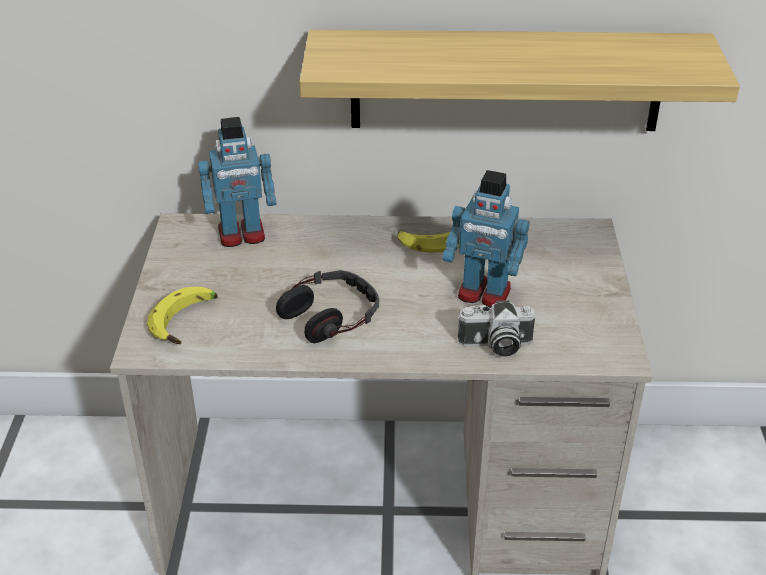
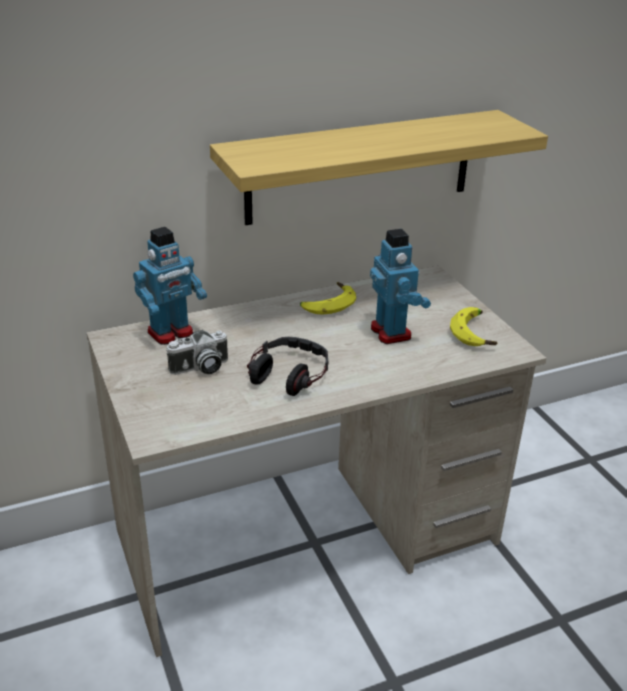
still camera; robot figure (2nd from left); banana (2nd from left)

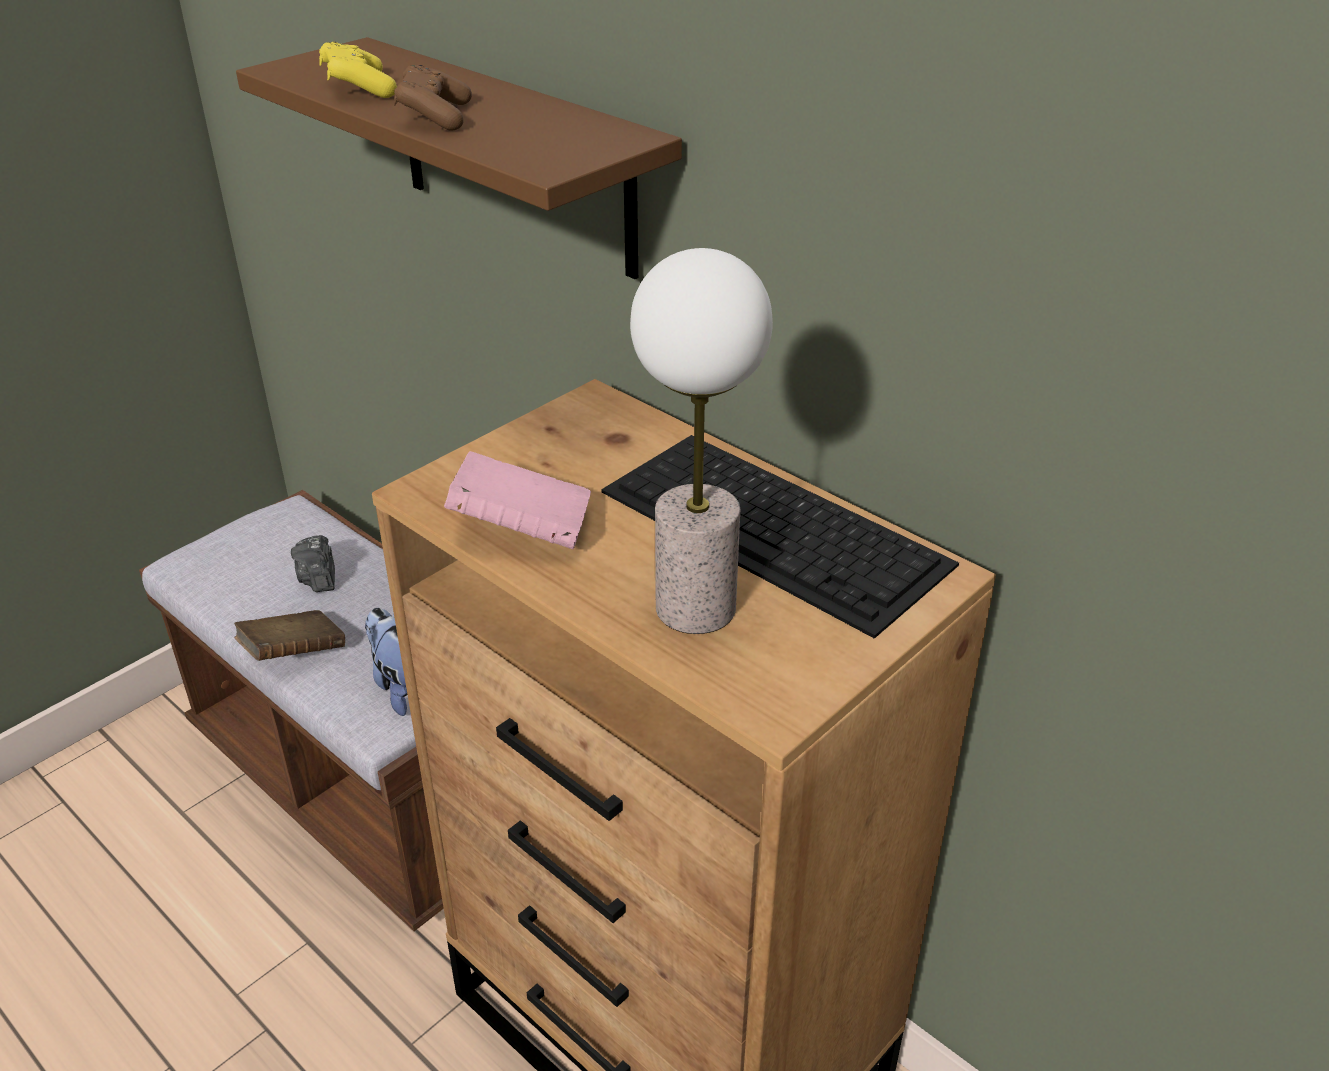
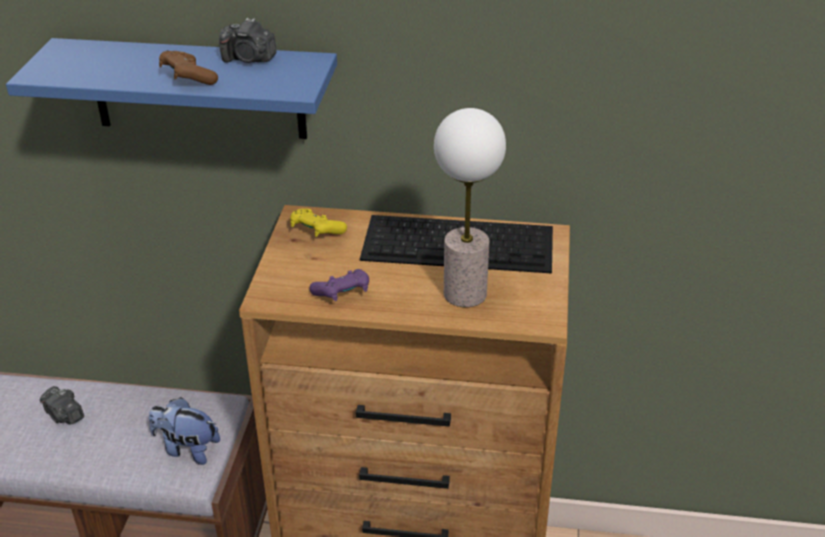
shelf (bluish); still camera (2nd from left); gamepad (yellow); gamepad (purplish); volume (brownish)

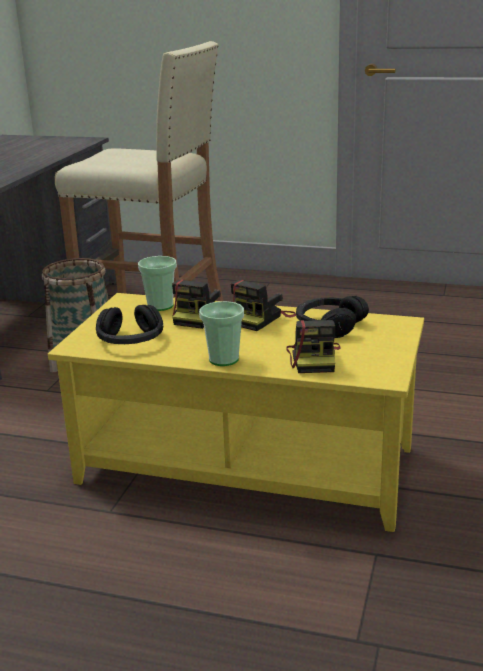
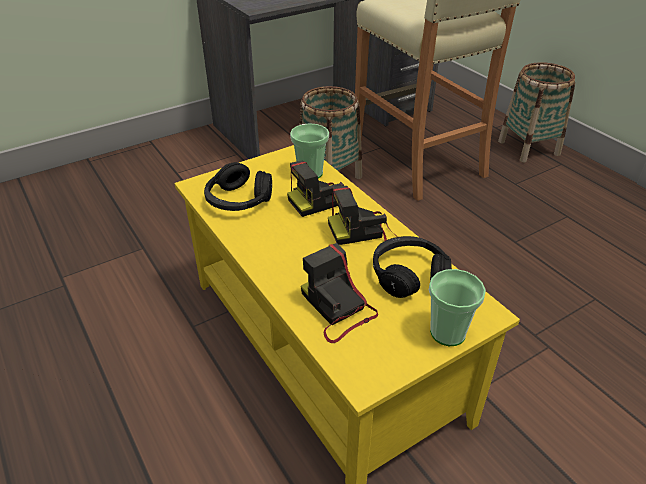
still camera (2nd from left); small cup (2nd from left); household basket (2nd from left)

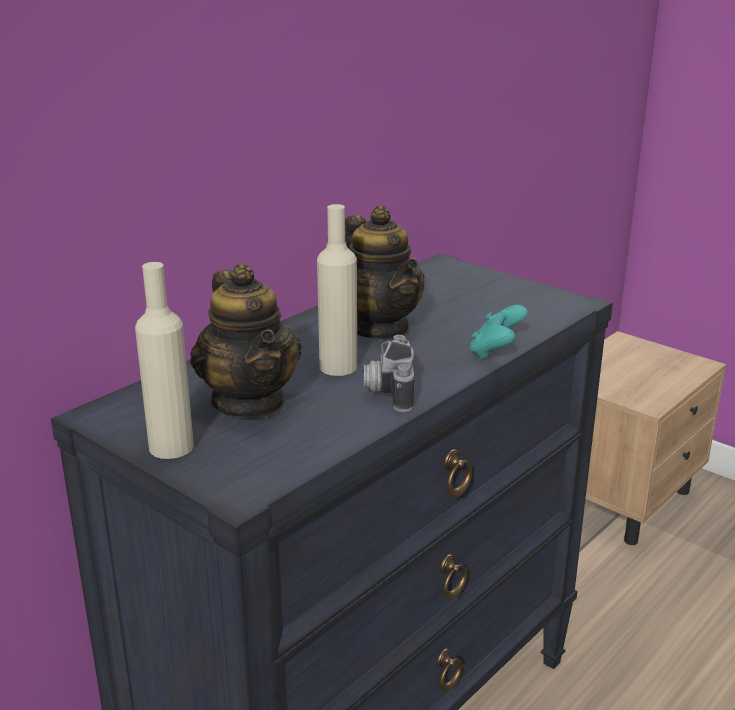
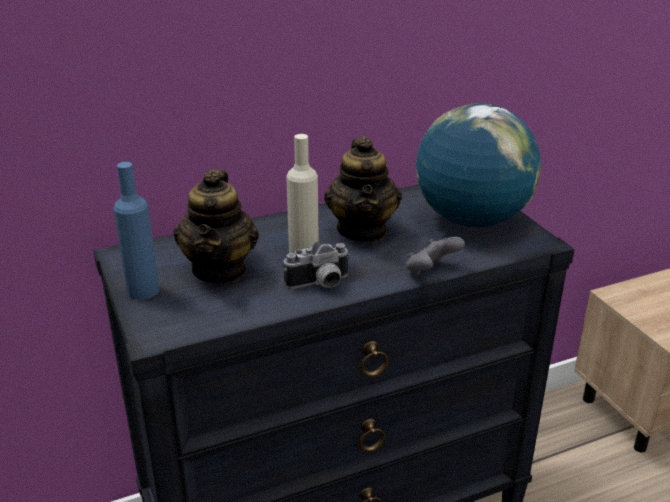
beverage bottle (bluish); still camera; gamepad (gray); world globe

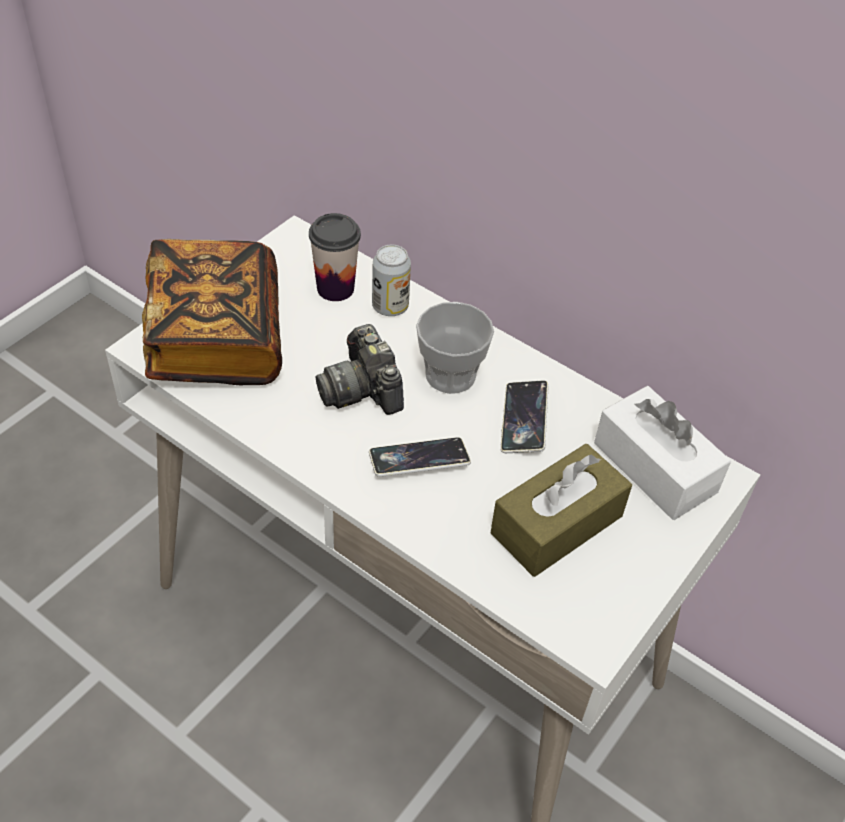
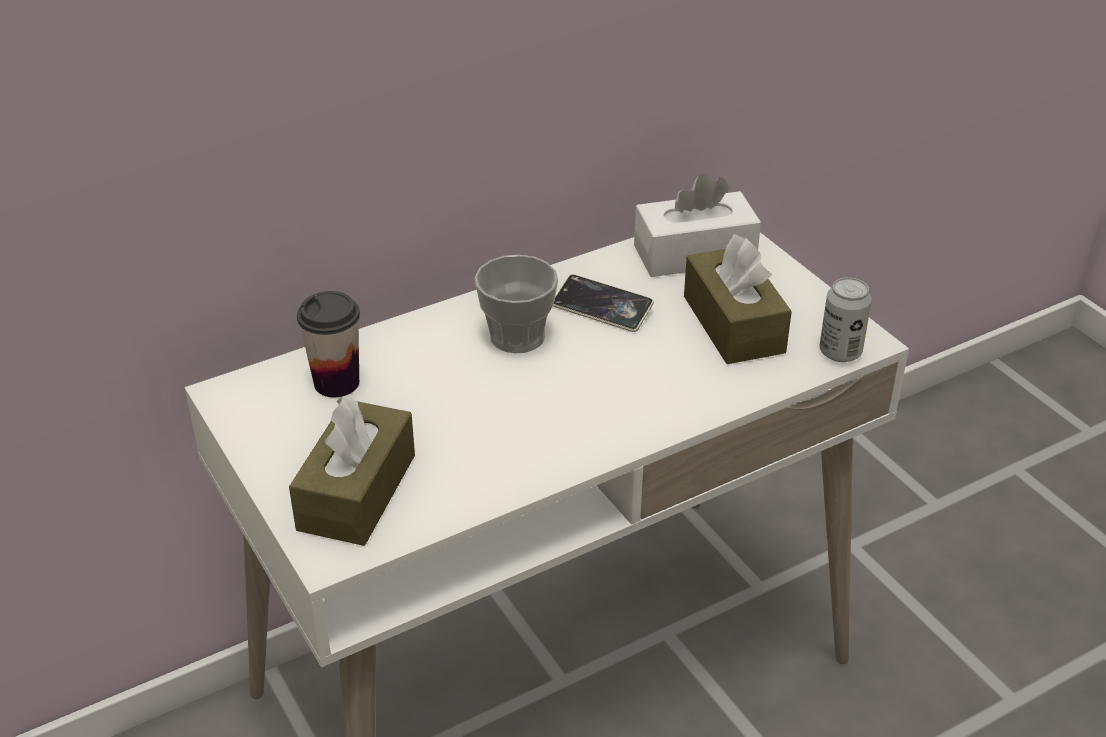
tissue box (brownish) (1st from left); metal can; still camera; phone (1st from left in the first image)

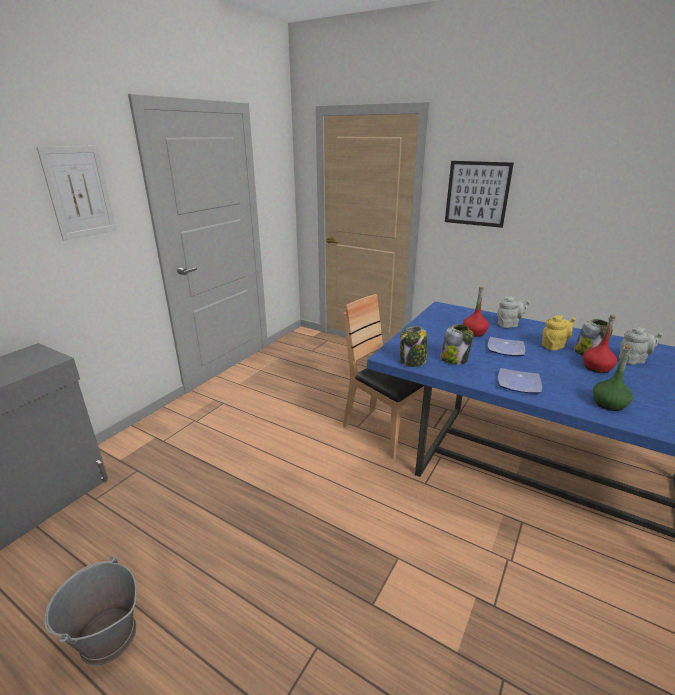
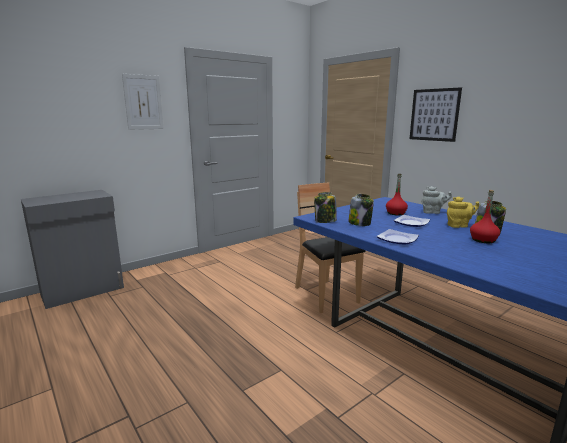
pail (gray); beverage bottle (green); pot for tea (gray) (2nd from left in the first image)

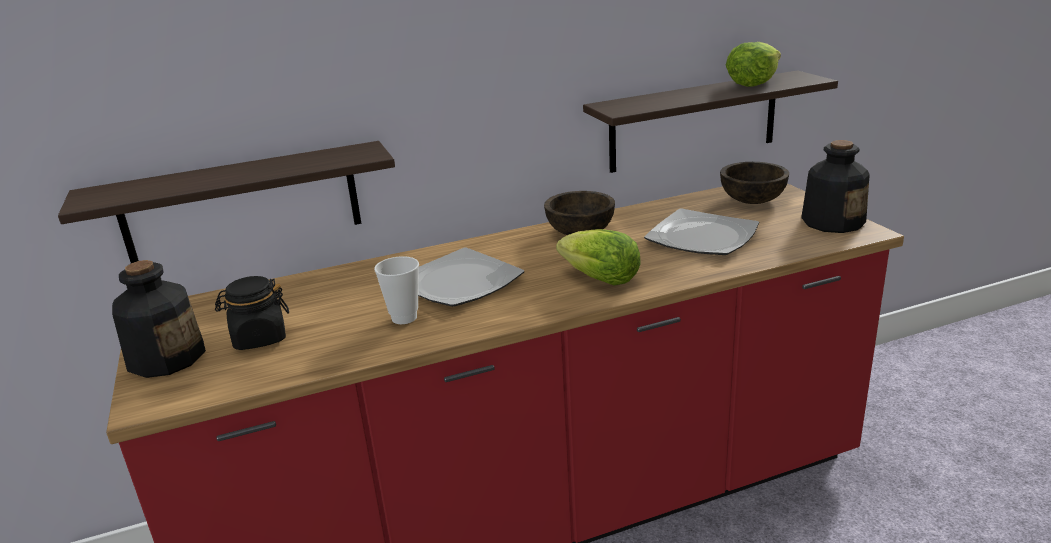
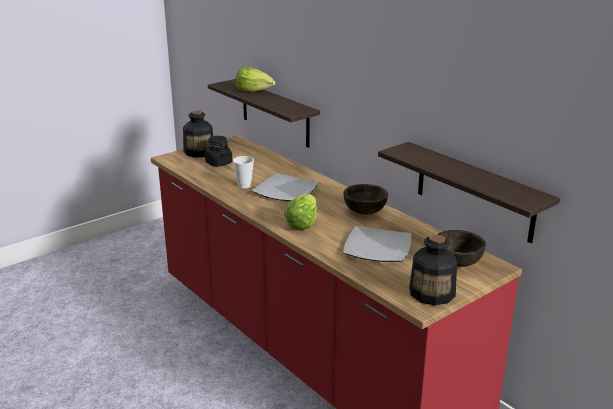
lettuce head (1st from left)

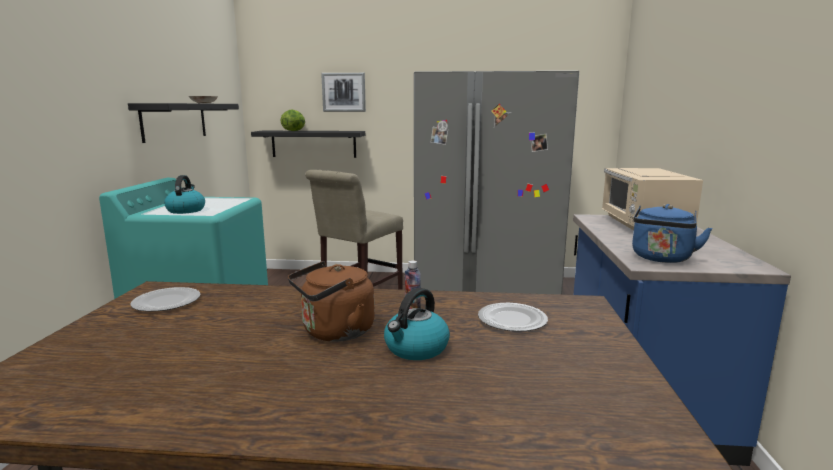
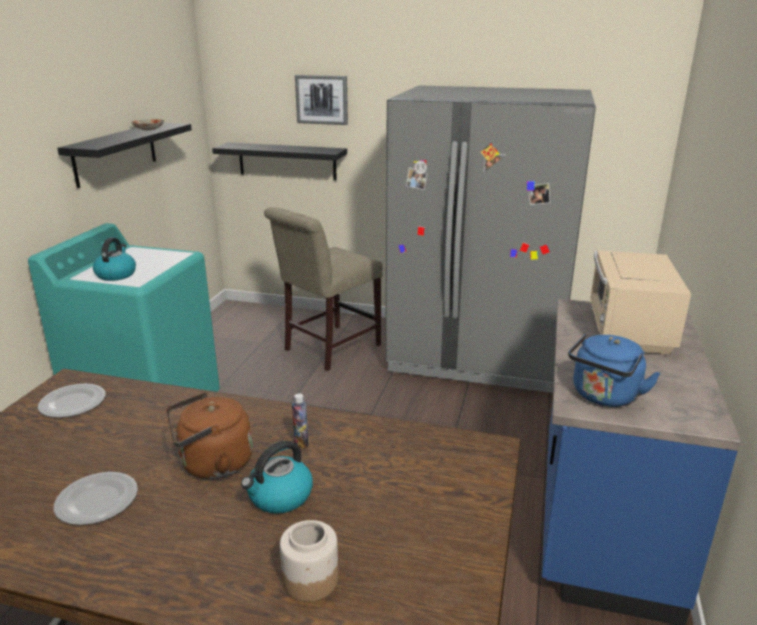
plate (2nd from left); storage jar; lettuce head

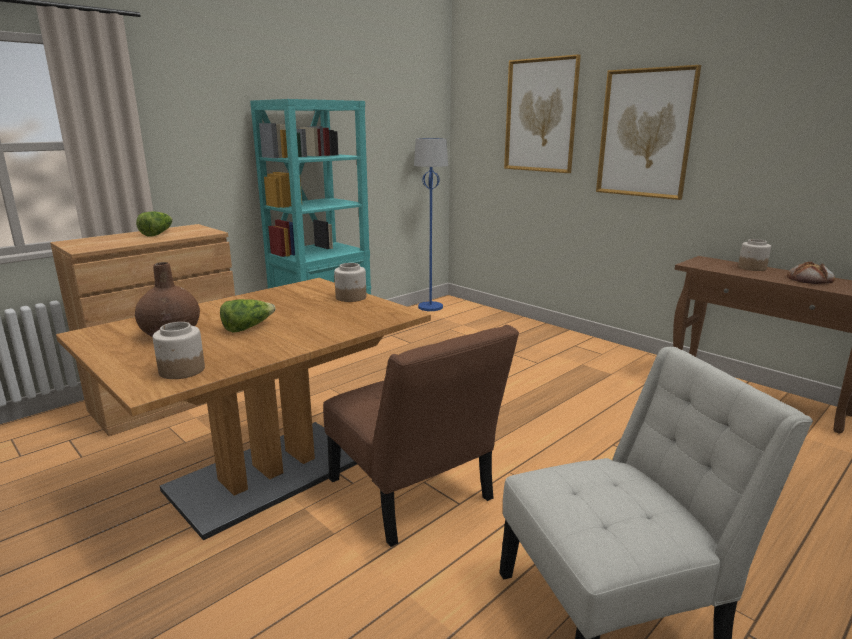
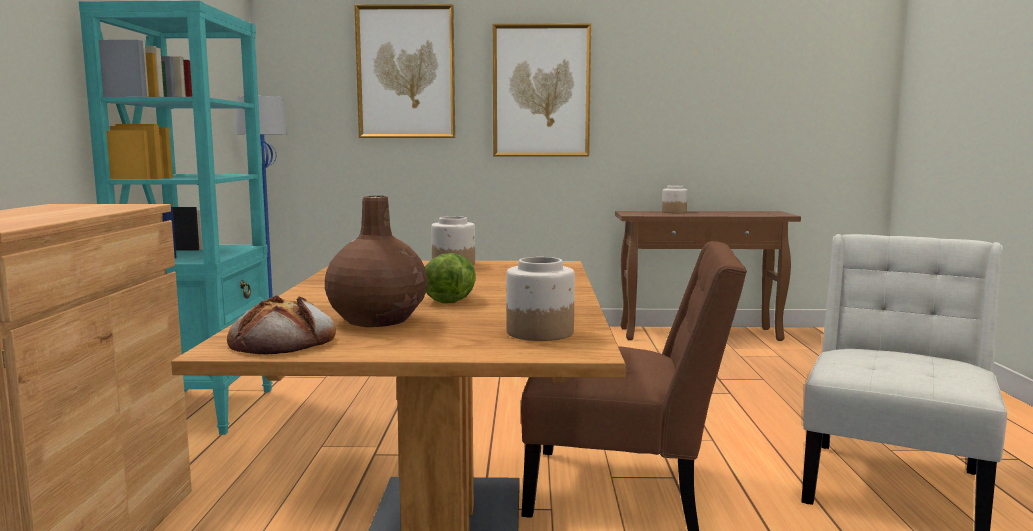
bread; lettuce head (1st from left in the first image)

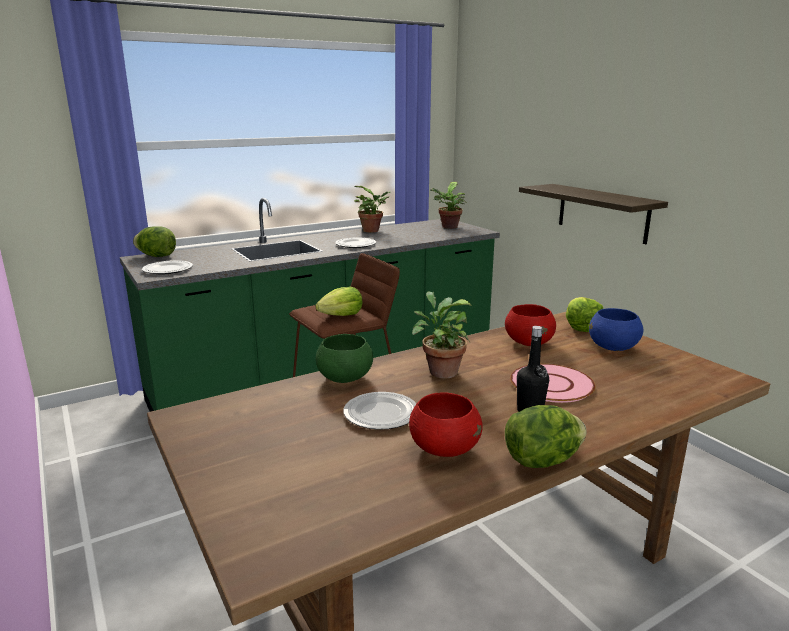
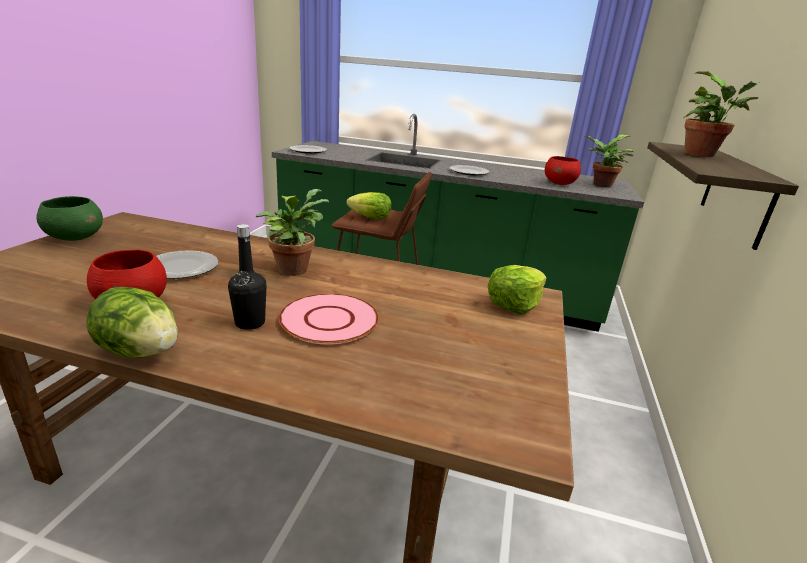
deep dish (green); deep dish (red-coloured) (2nd from left); plant in a pot (3rd from left); lettuce head (1st from left in the first image); deep dish (bluish)

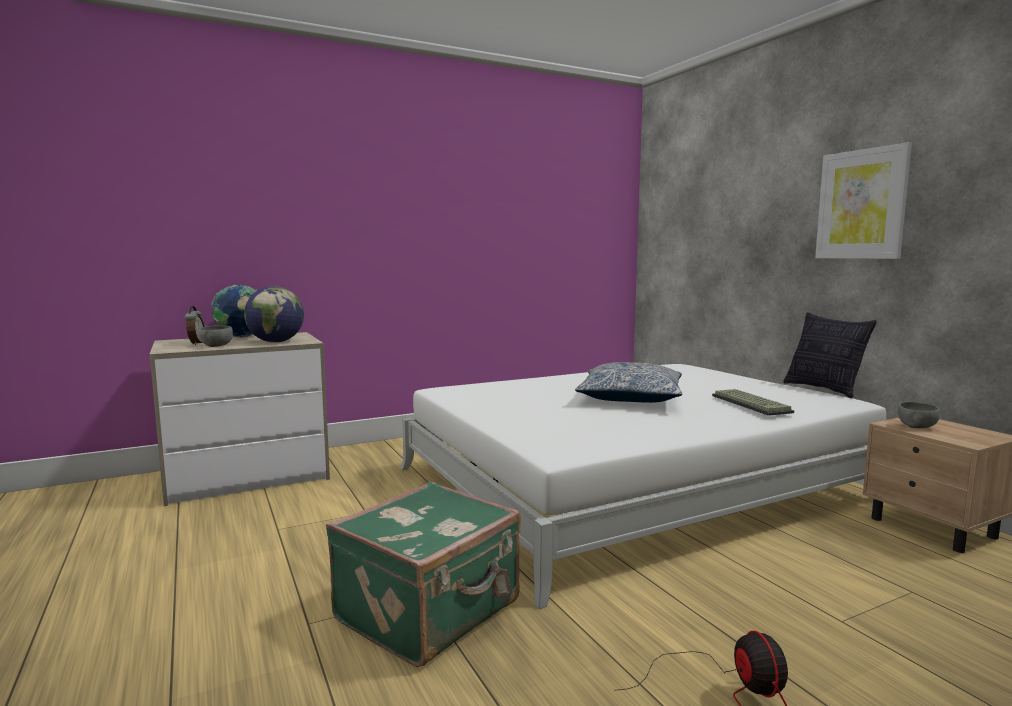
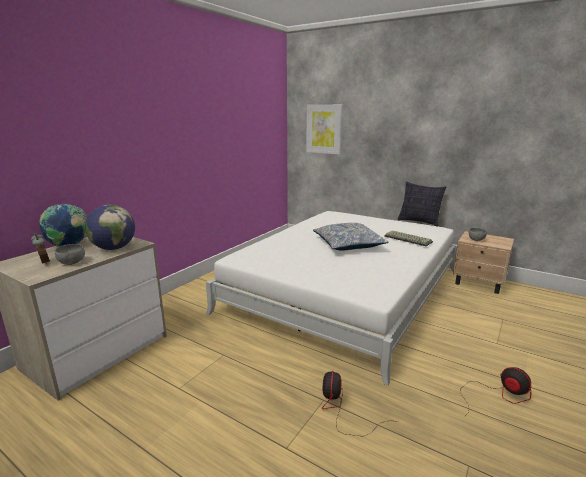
picture; cooling fan (1st from left)

